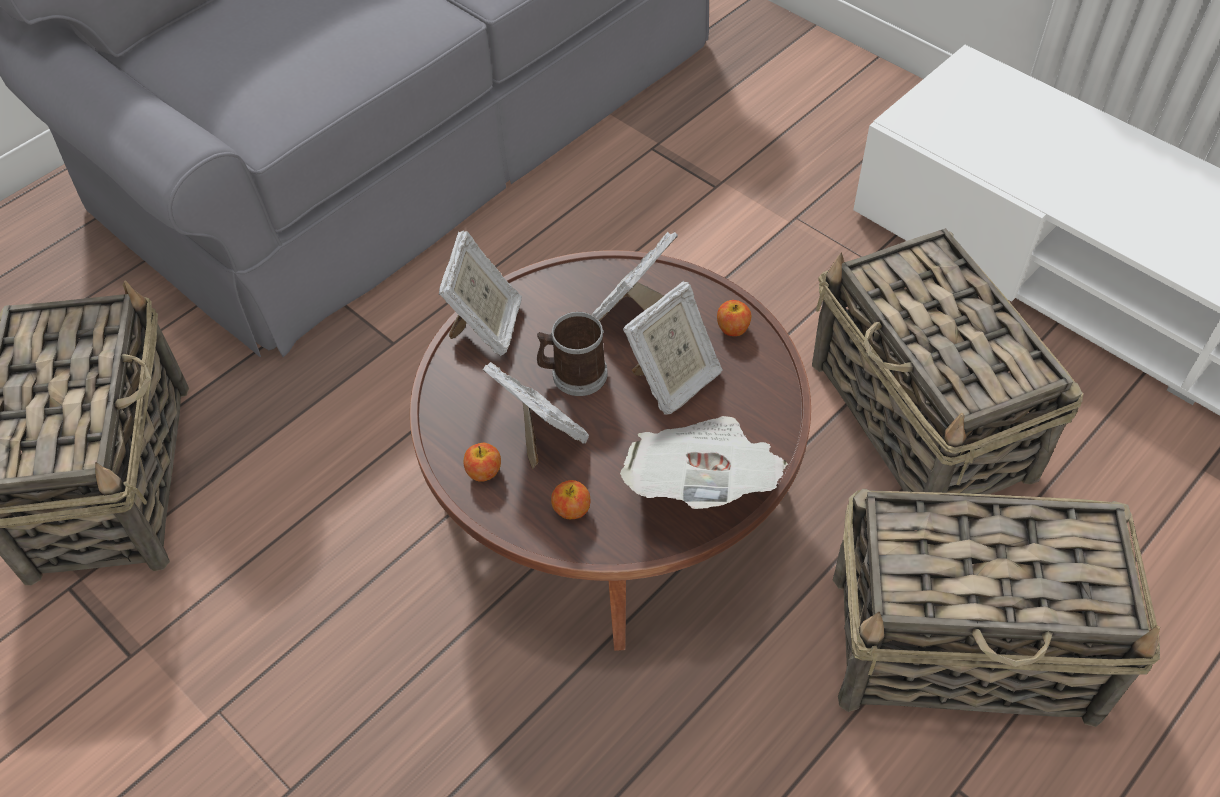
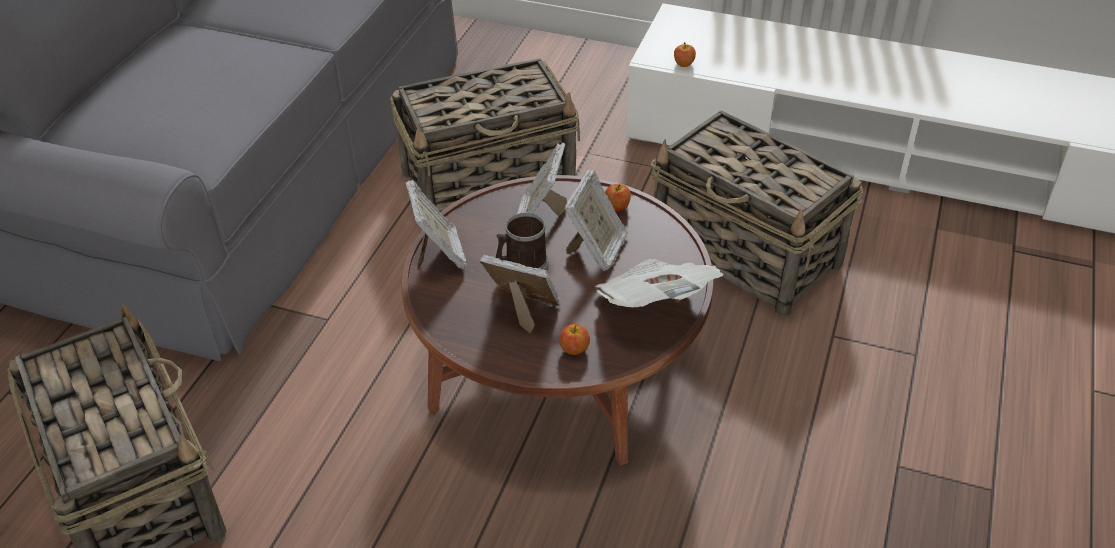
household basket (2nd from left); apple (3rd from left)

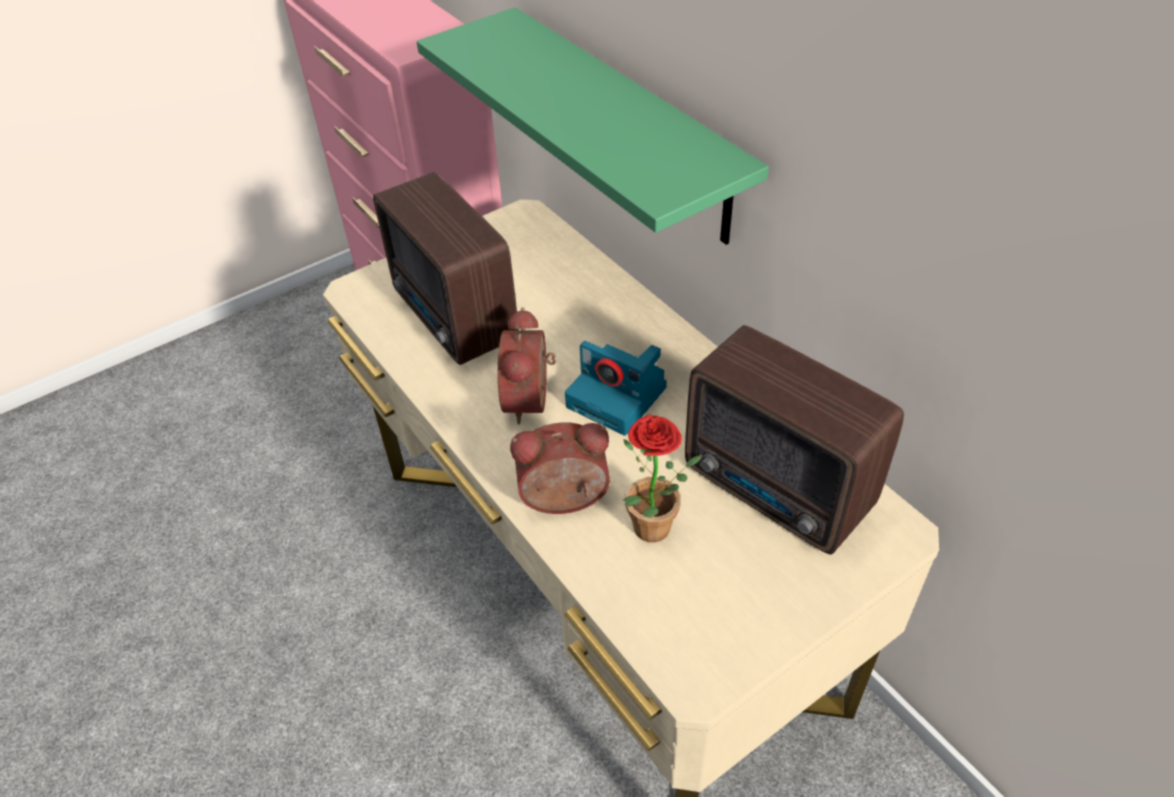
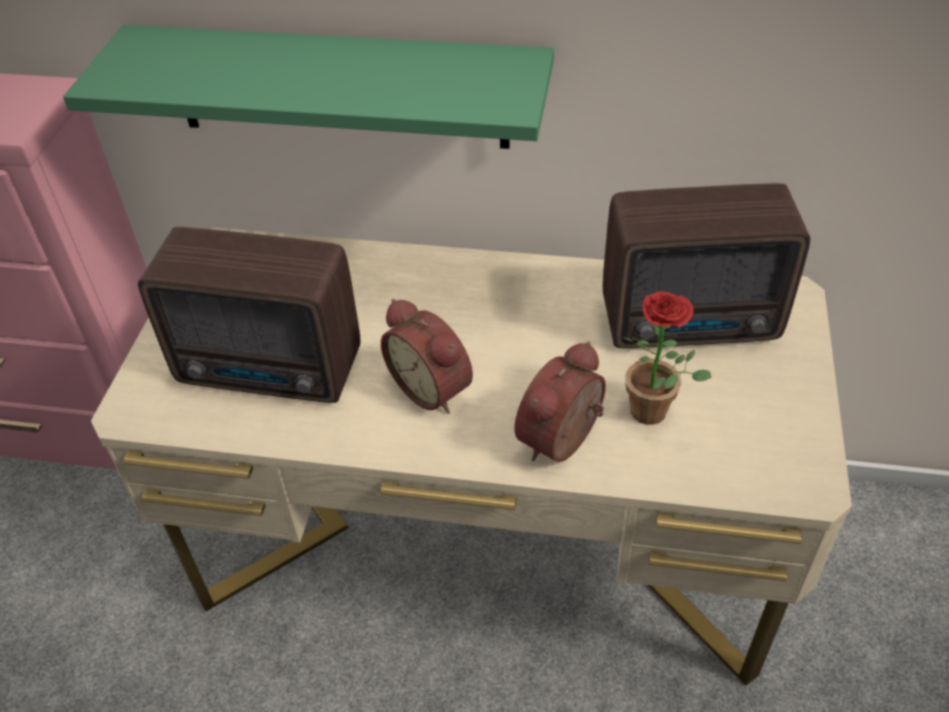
still camera

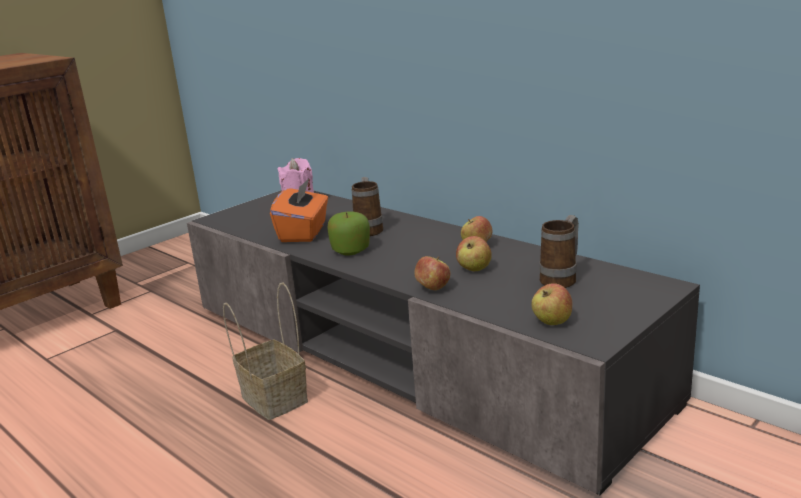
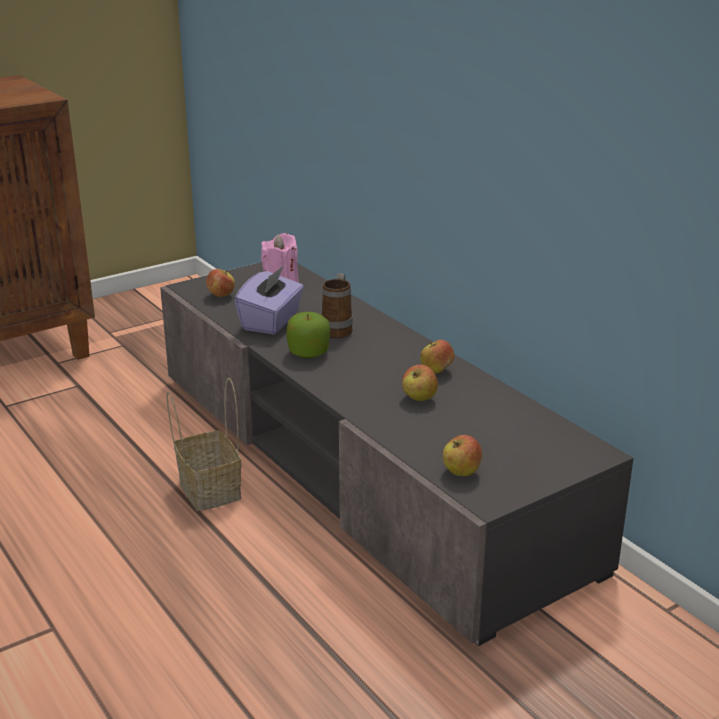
apple (1st from left); tissue box (purplish); mug (2nd from left in the first image)

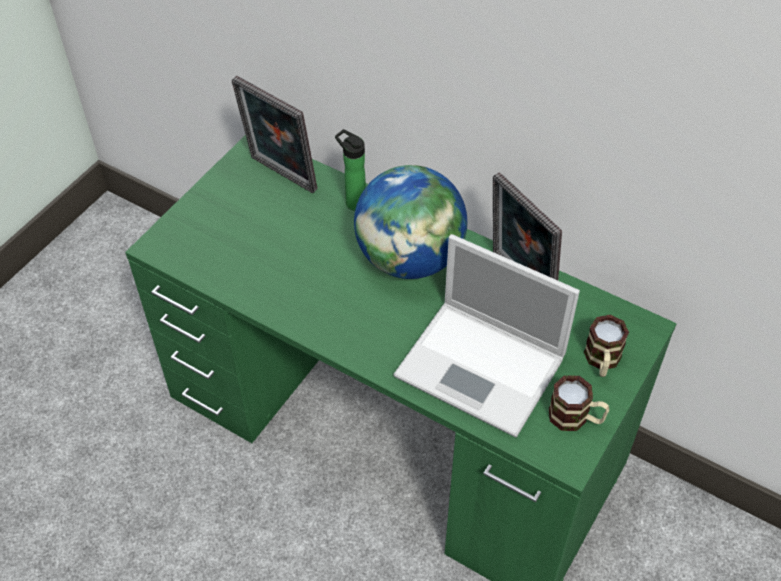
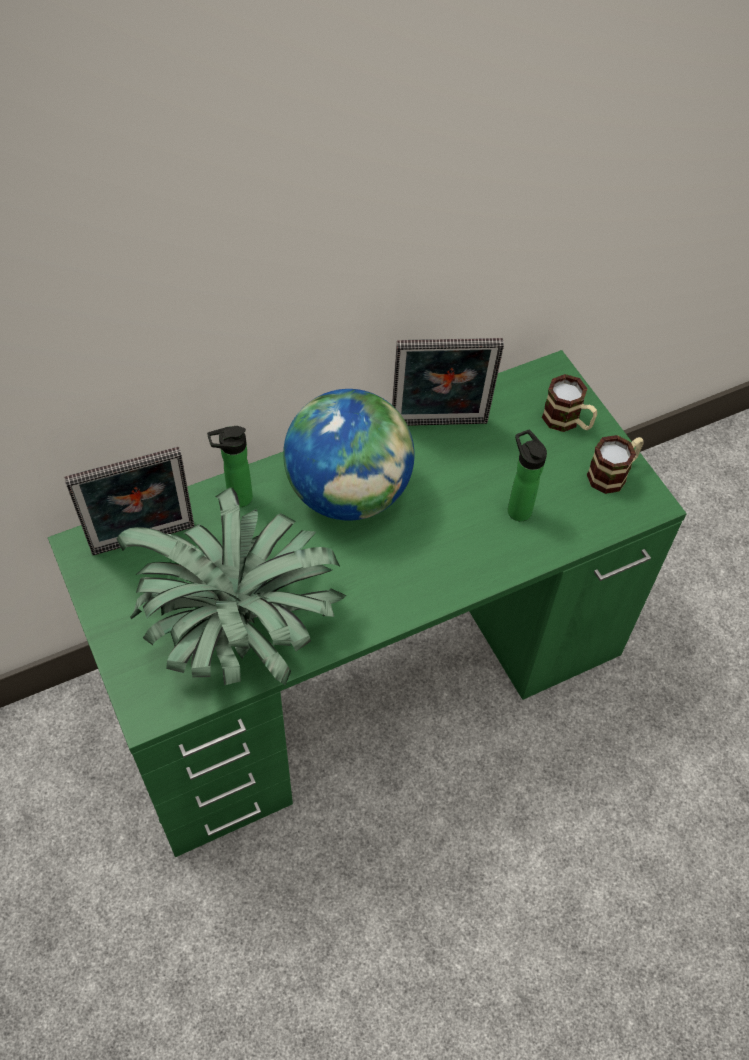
plant in a pot; beverage bottle (2nd from left)

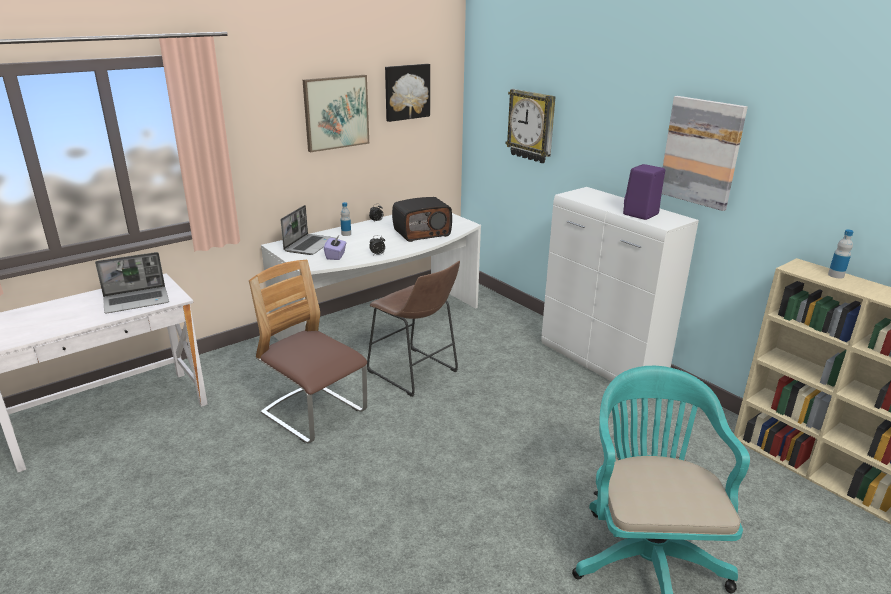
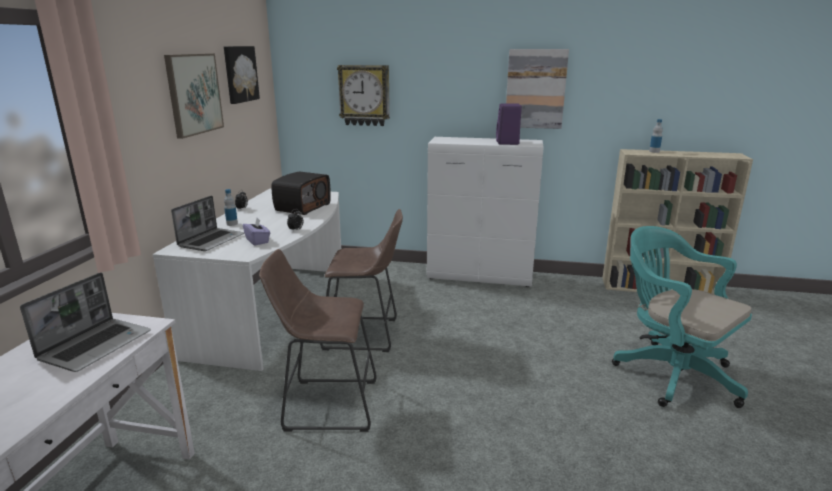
notebook computer (2nd from left); stool (brownish) (1st from left)

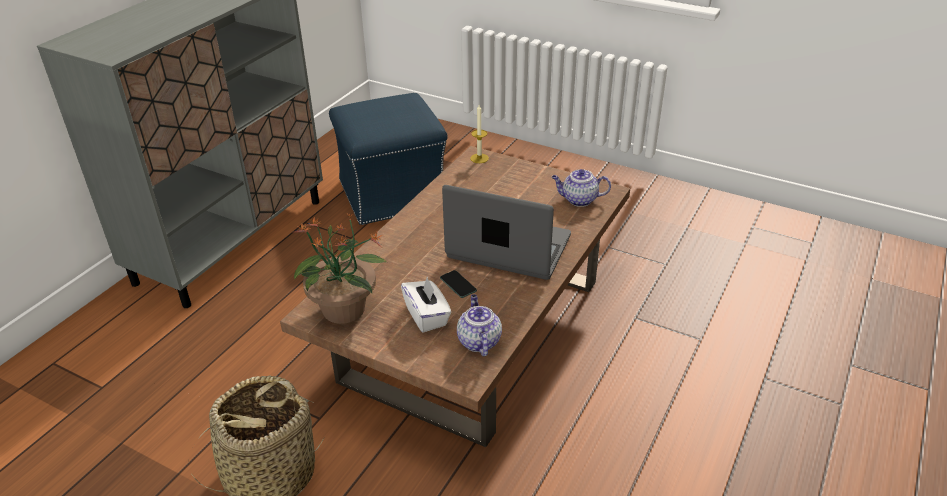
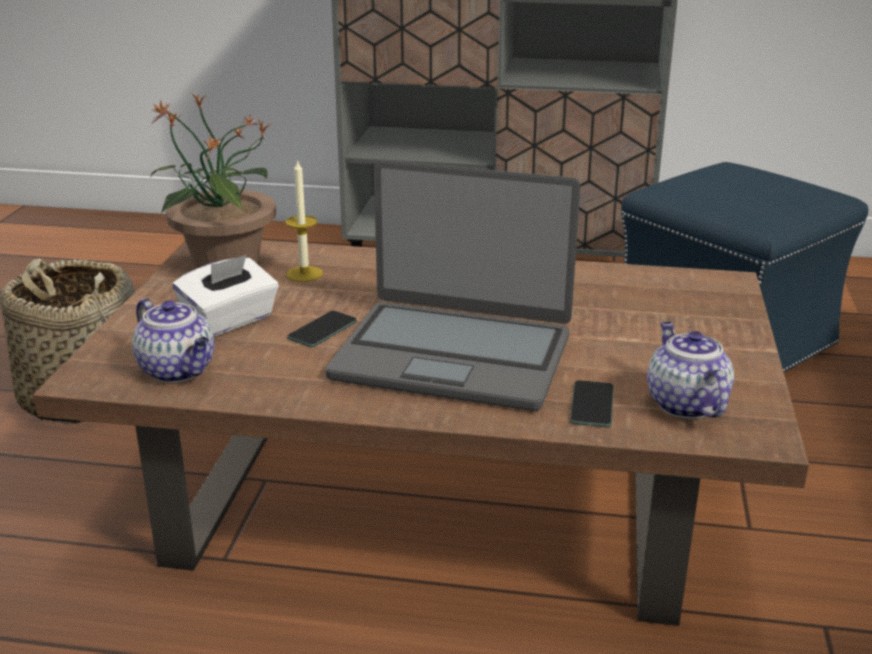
pot for tea (1st from left); wax light; notebook computer; phone (2nd from left)

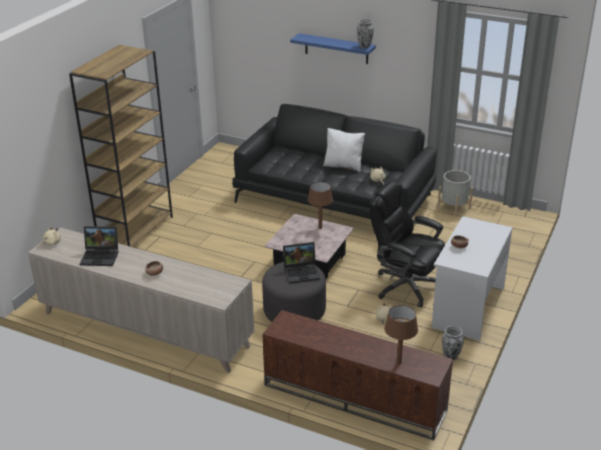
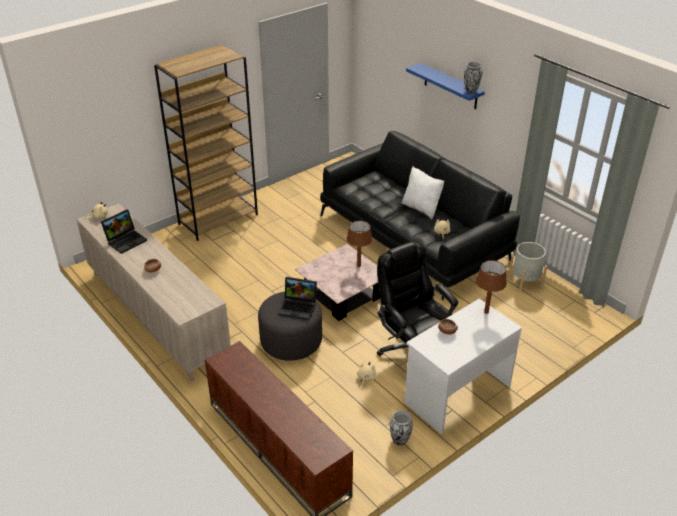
notebook computer (1st from left); lamp for a table (brownish) (2nd from left)

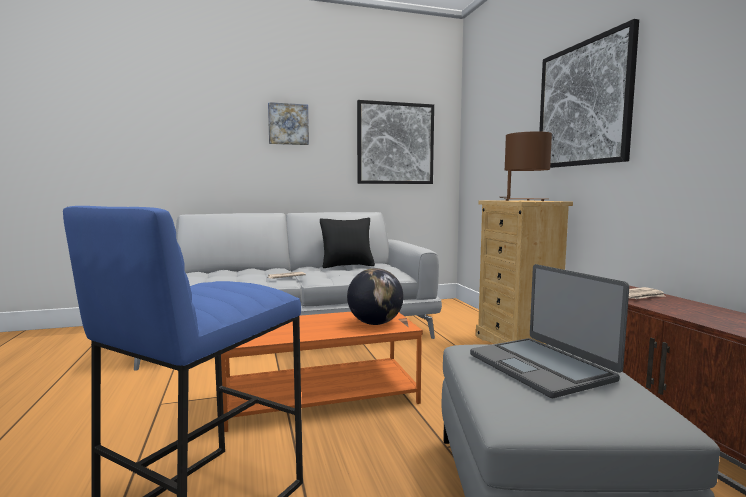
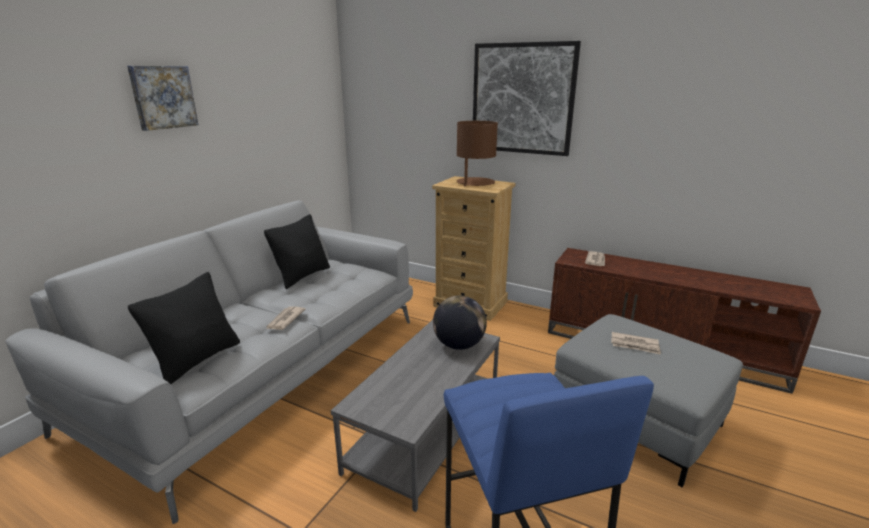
cushion (black-coloured) (1st from left); low table (gray); newspaper (3rd from left); picture (2nd from left in the first image)

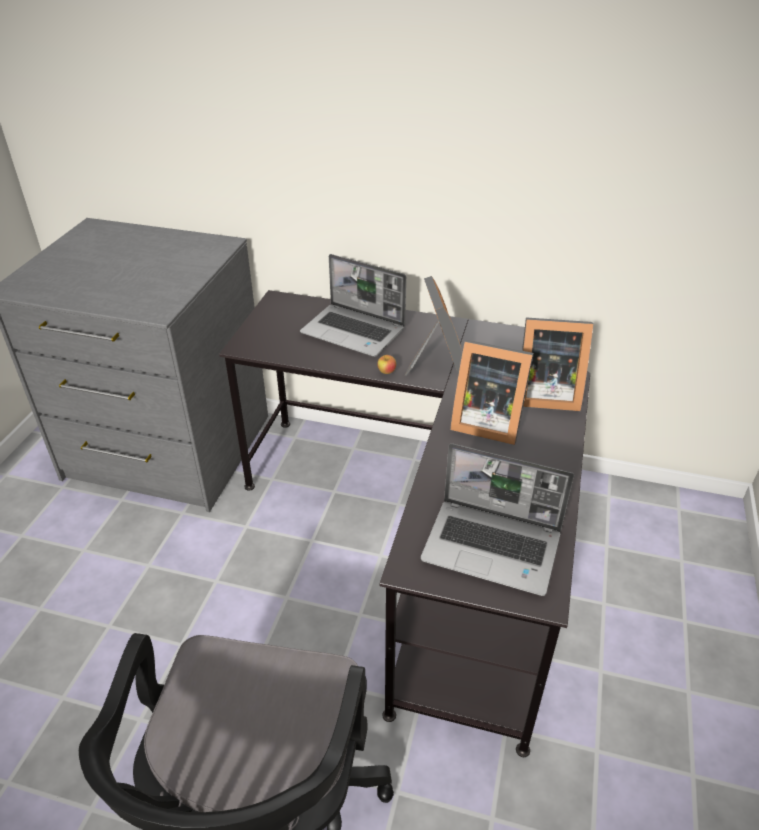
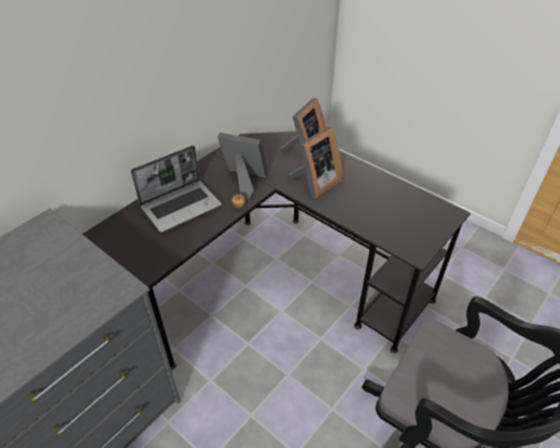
notebook computer (2nd from left in the first image)

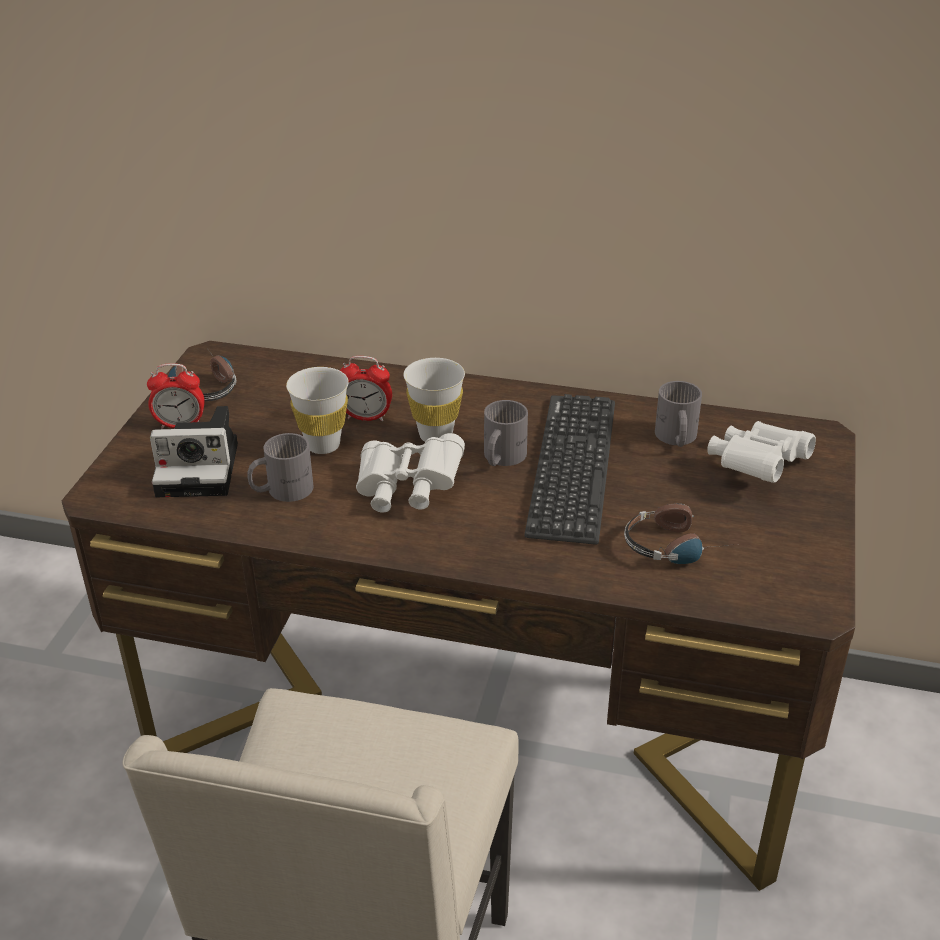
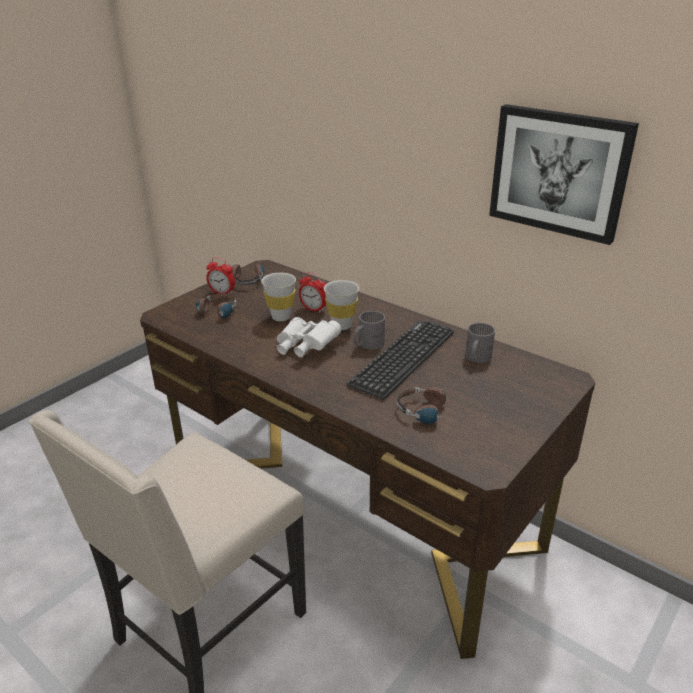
headset (1st from left); picture; mug (gray) (1st from left in the first image); binoculars (whitish) (2nd from left in the first image)

